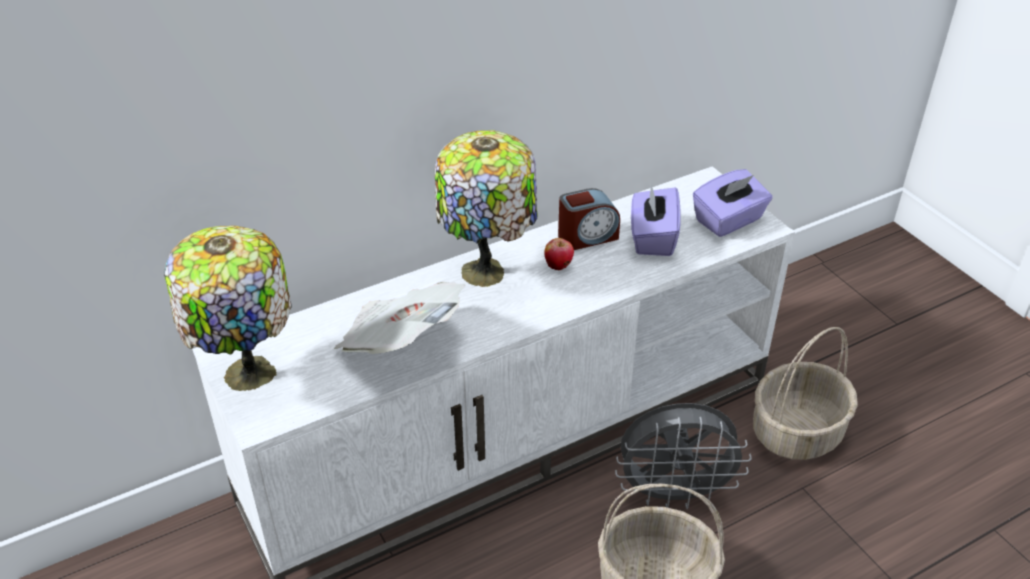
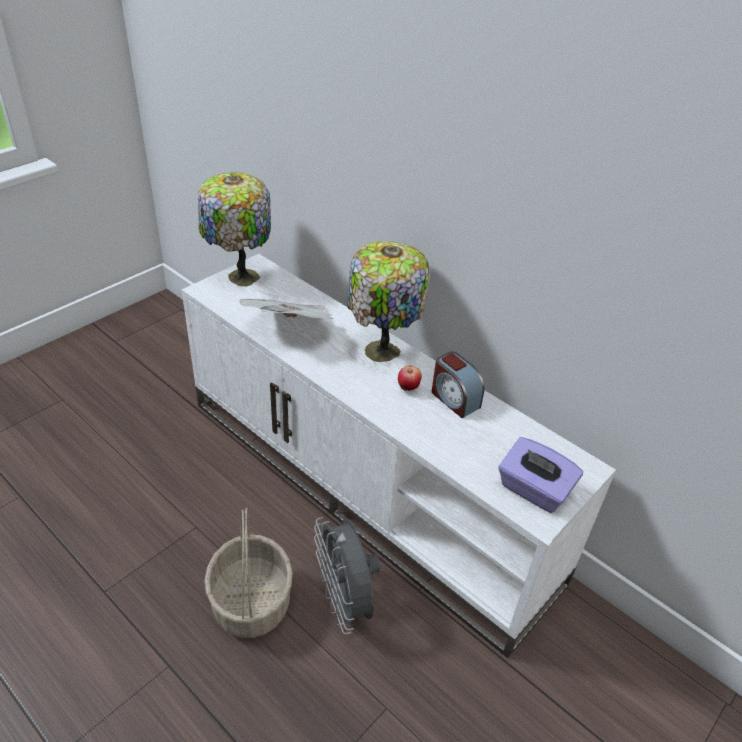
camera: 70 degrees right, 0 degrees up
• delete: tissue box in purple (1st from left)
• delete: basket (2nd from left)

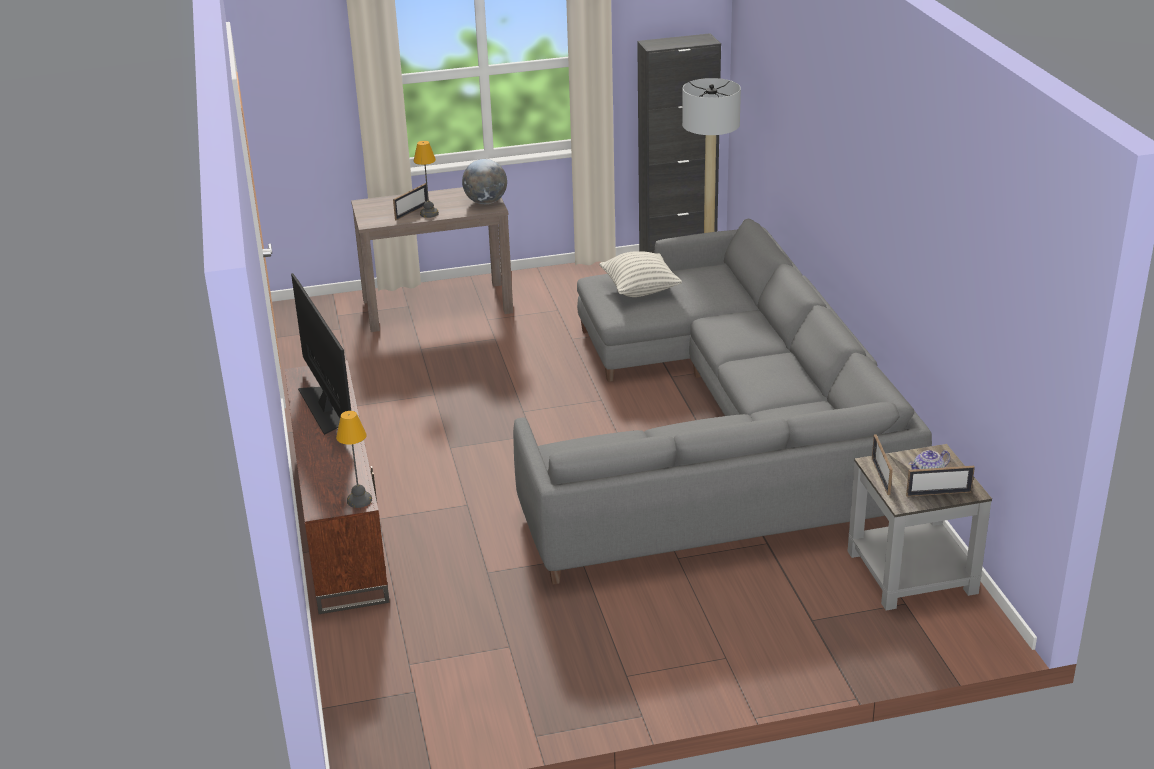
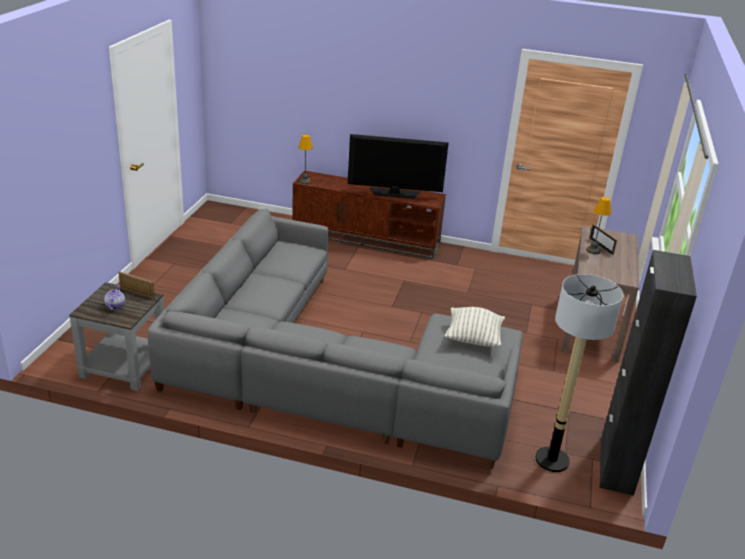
camera: 115 degrees right, 0 degrees up
• delete: globe
• delete: picture frame (3rd from left)

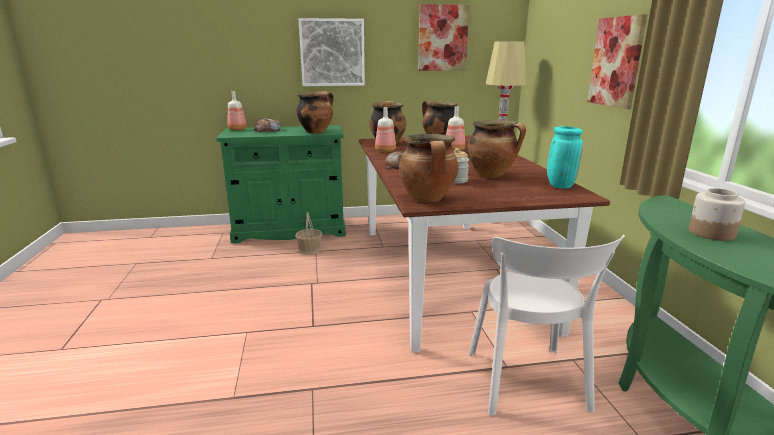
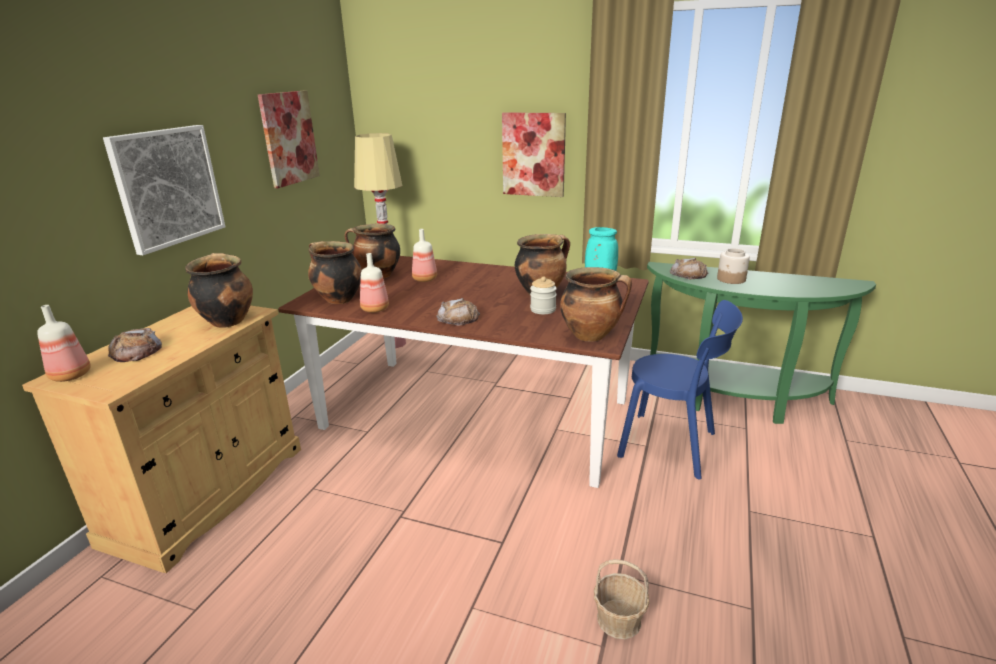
camera: 60 degrees left, 5 degrees up
• recolor: cabinet in green to cabinet in beige
• move: basket
• recolor: chair in white to chair in blue
• insert: bread (3rd from left)

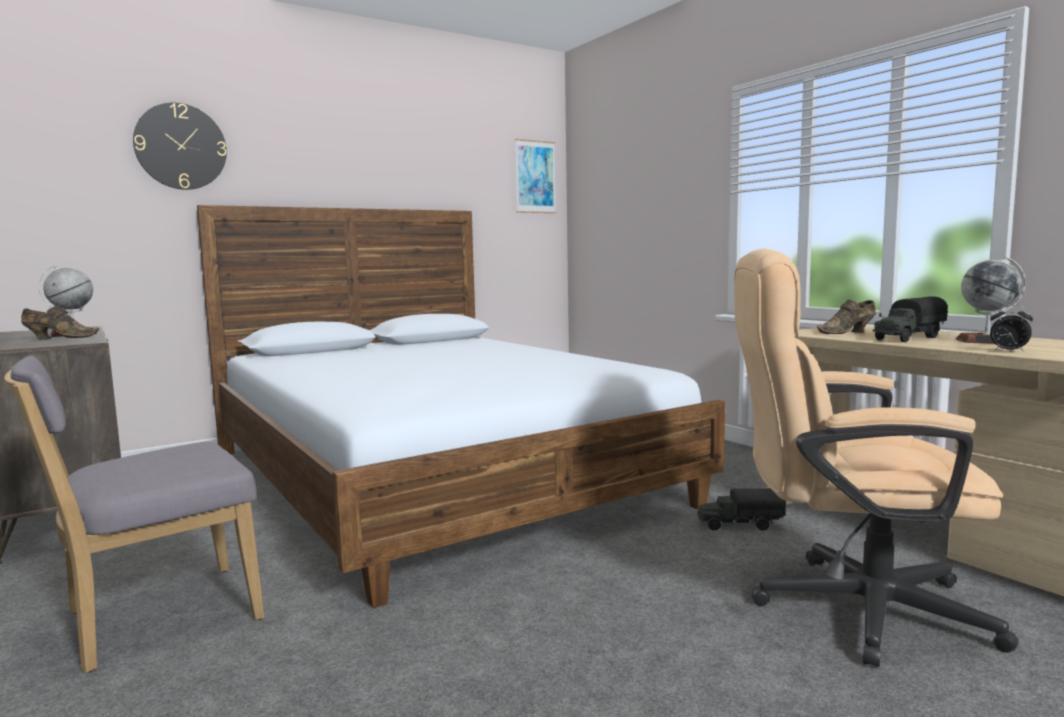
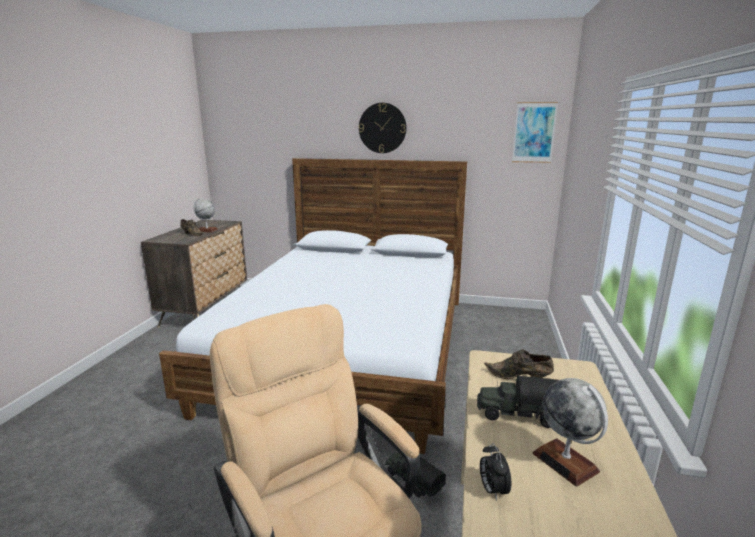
camera: 45 degrees right, 10 degrees up
• move: wall clock
• delete: chair in grey

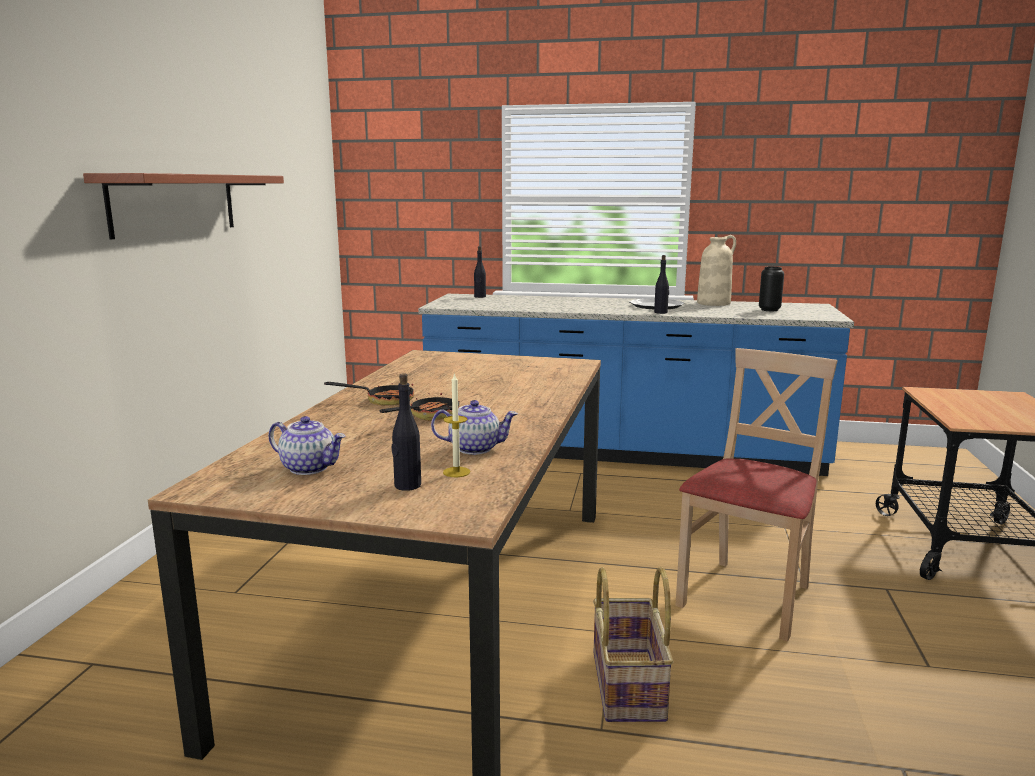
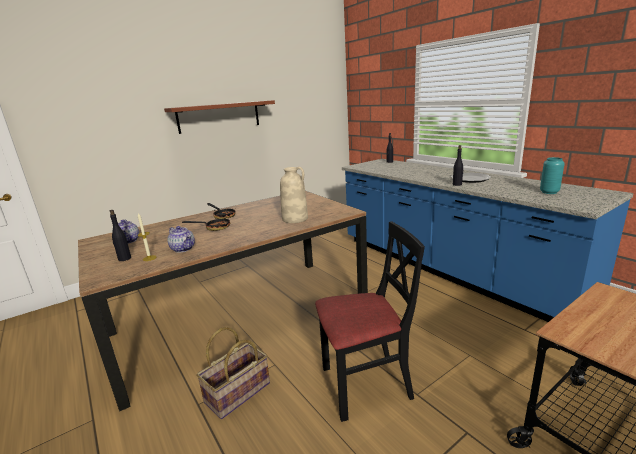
camera: 45 degrees right, 5 degrees up
• move: vase in beige
• recolor: vase in black to vase in turquoise
• recolor: chair in beige to chair in black

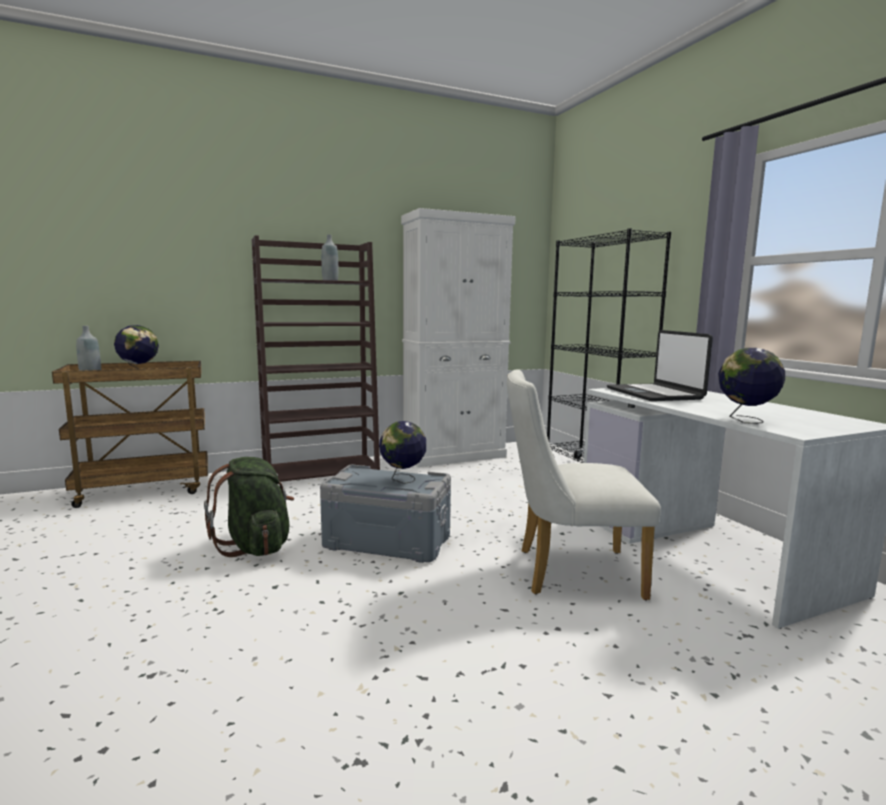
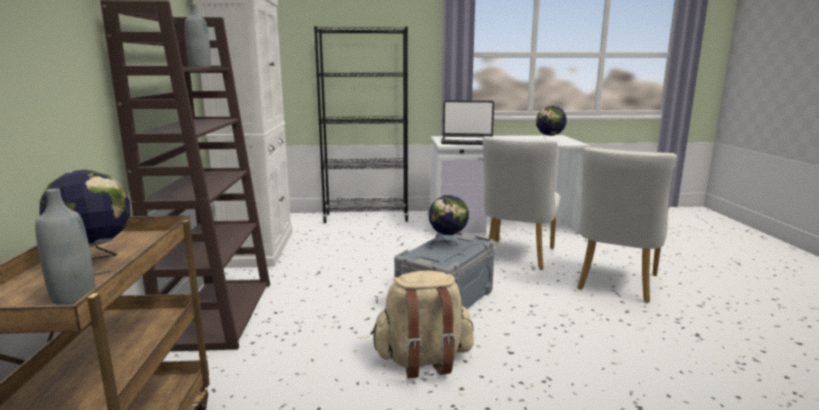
camera: 70 degrees left, 5 degrees up
• recolor: backpack in green to backpack in beige
• insert: chair in white (2nd from left)

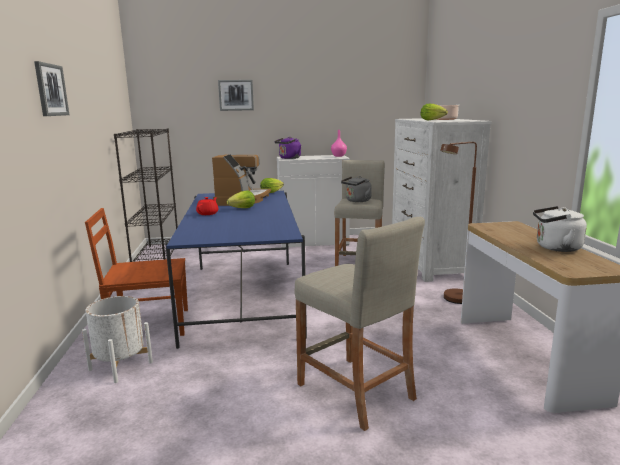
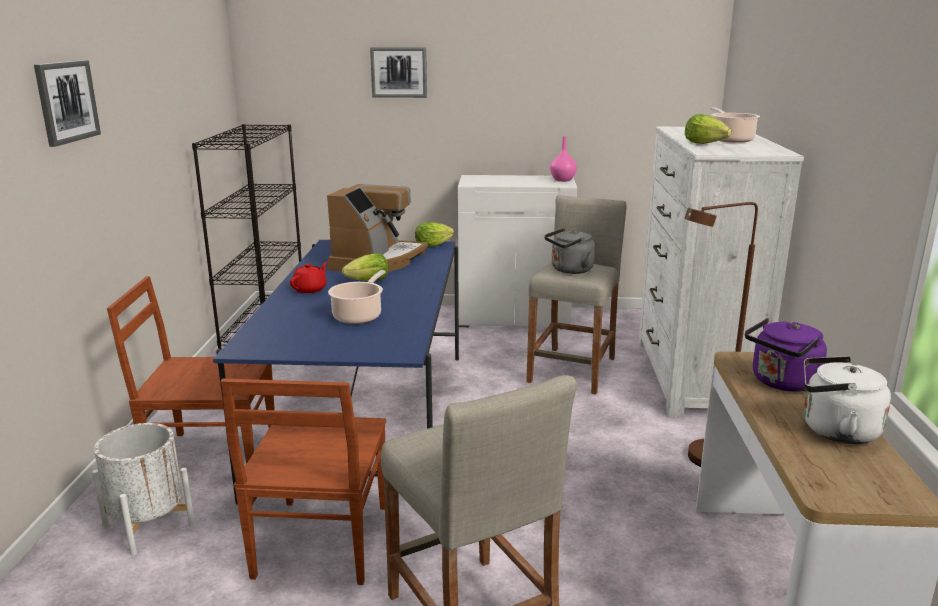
camera: 10 degrees right, 5 degrees up
• move: kettle in purple
• insert: cooking pot (1st from left)
• insert: chair in brown (2nd from left)

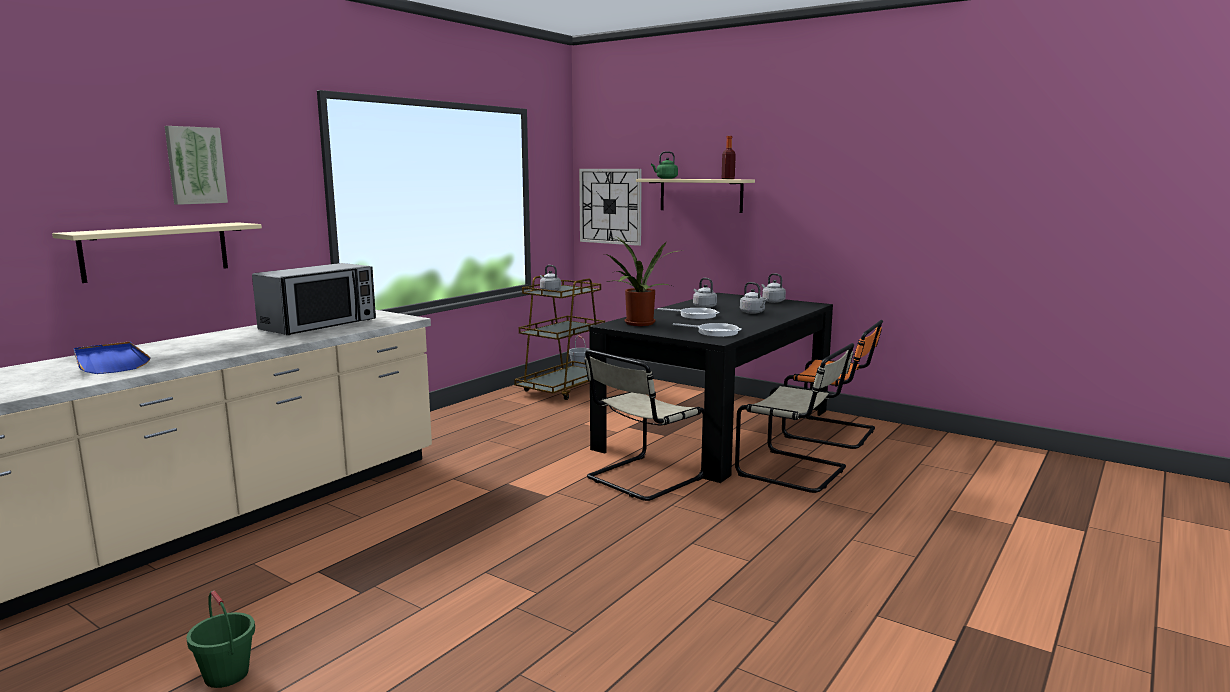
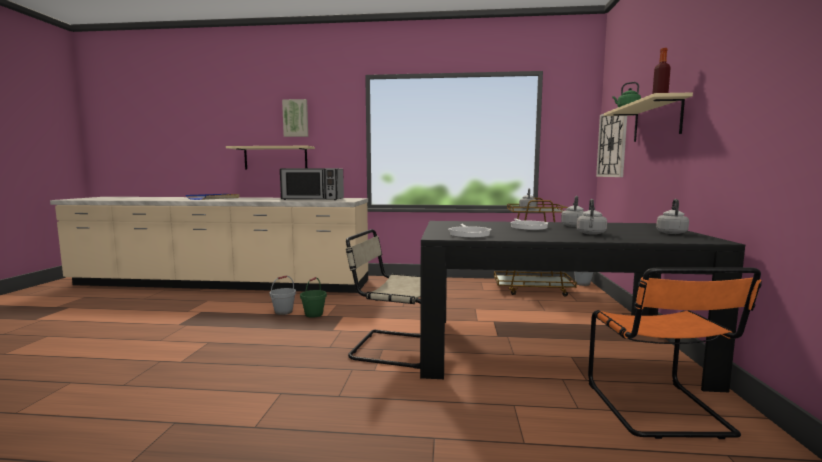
camera: 60 degrees right, 5 degrees down
• delete: potted plant
• delete: chair in beige (2nd from left)
• move: bucket in green
• insert: bucket in grey (1st from left)

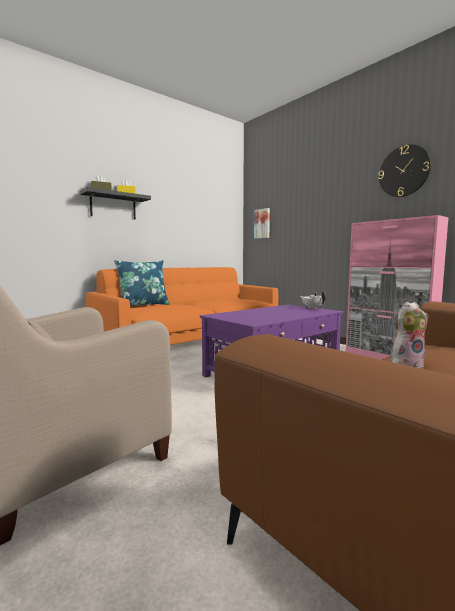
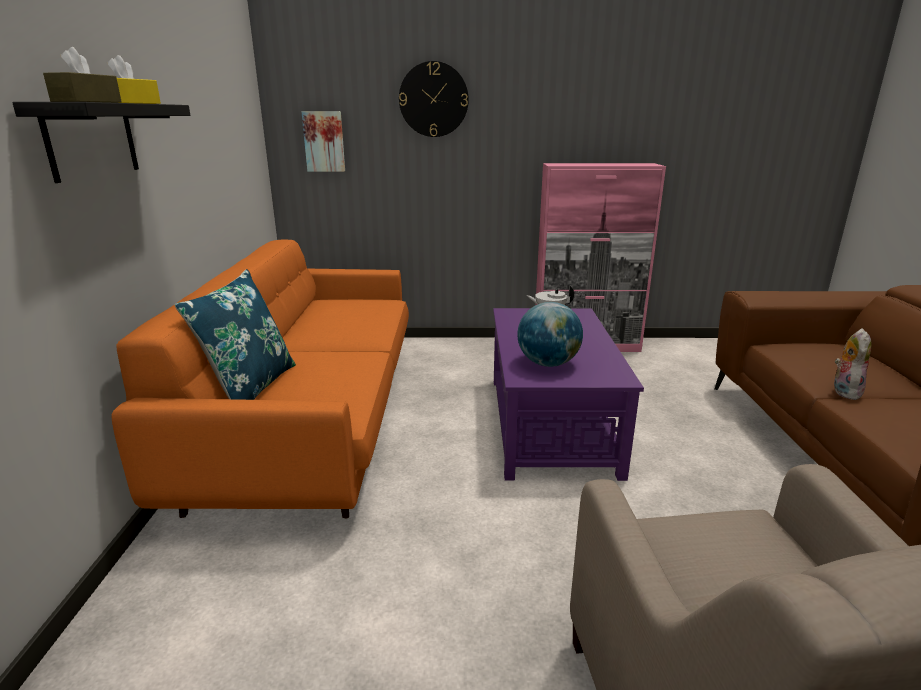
camera: 50 degrees left, 15 degrees up
• move: wall clock
• insert: globe

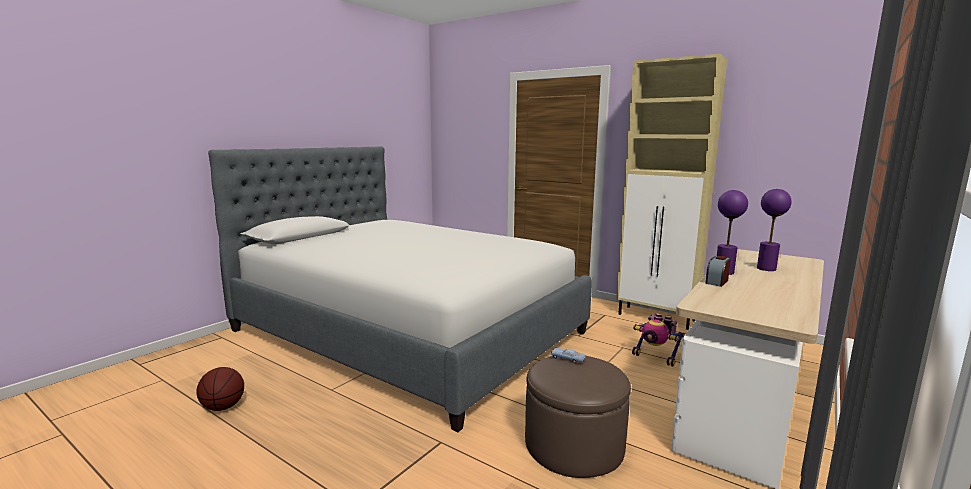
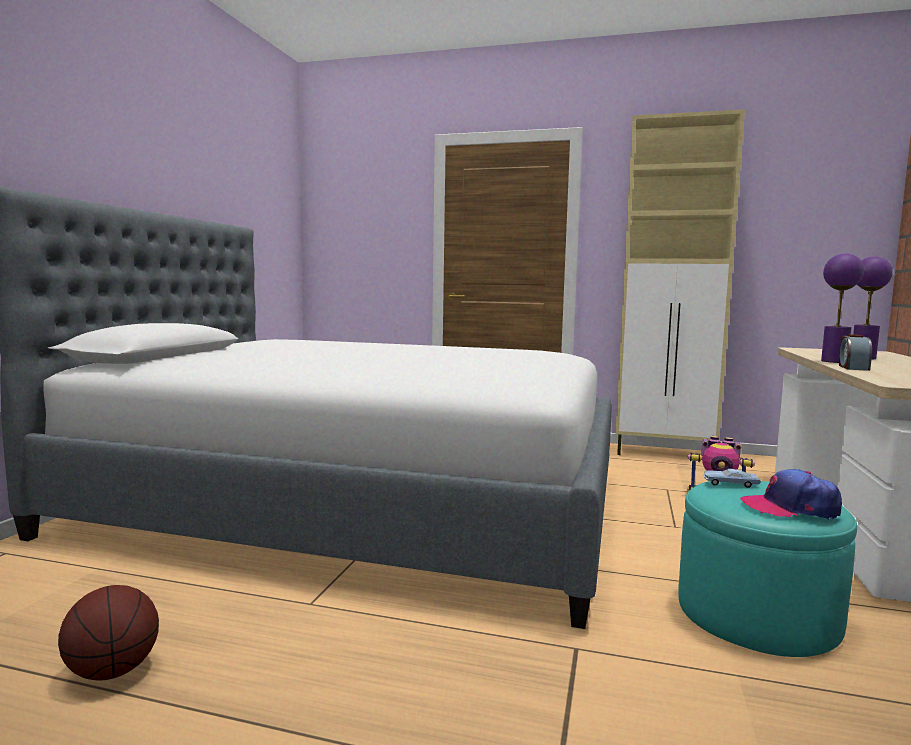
camera: 20 degrees left, 5 degrees down
• recolor: ottoman in brown to ottoman in turquoise
• insert: cap

